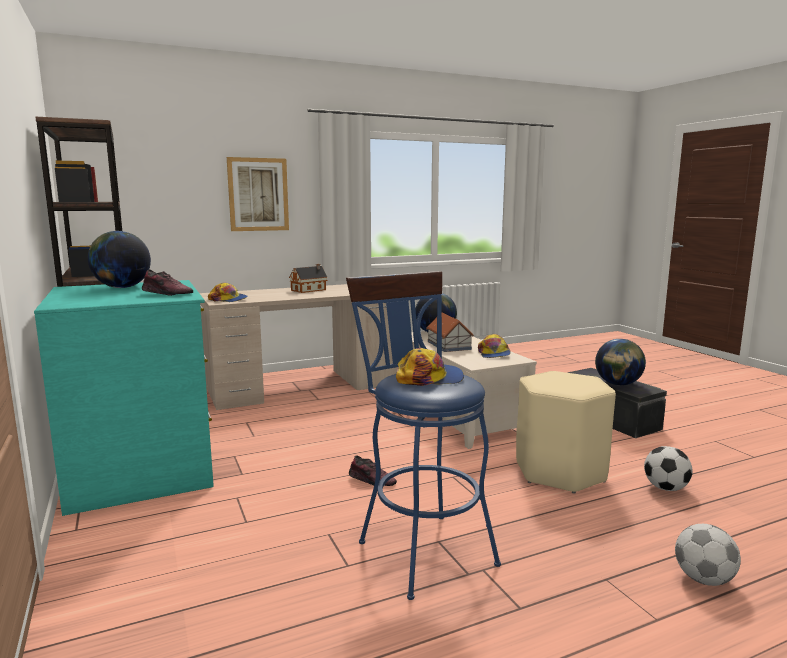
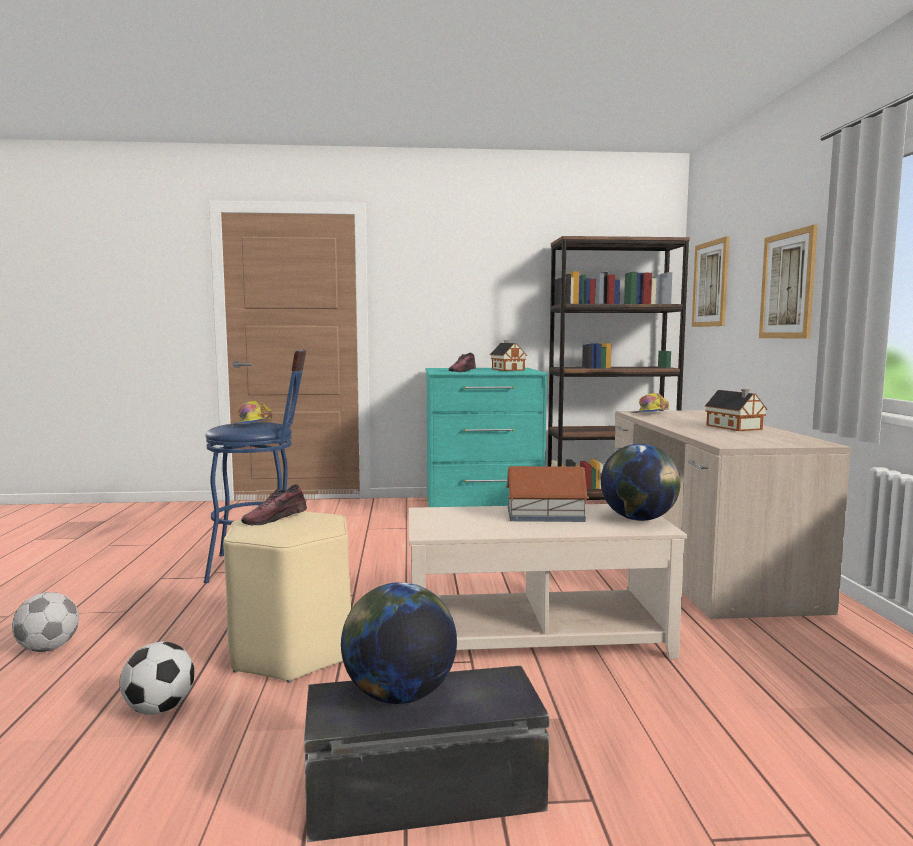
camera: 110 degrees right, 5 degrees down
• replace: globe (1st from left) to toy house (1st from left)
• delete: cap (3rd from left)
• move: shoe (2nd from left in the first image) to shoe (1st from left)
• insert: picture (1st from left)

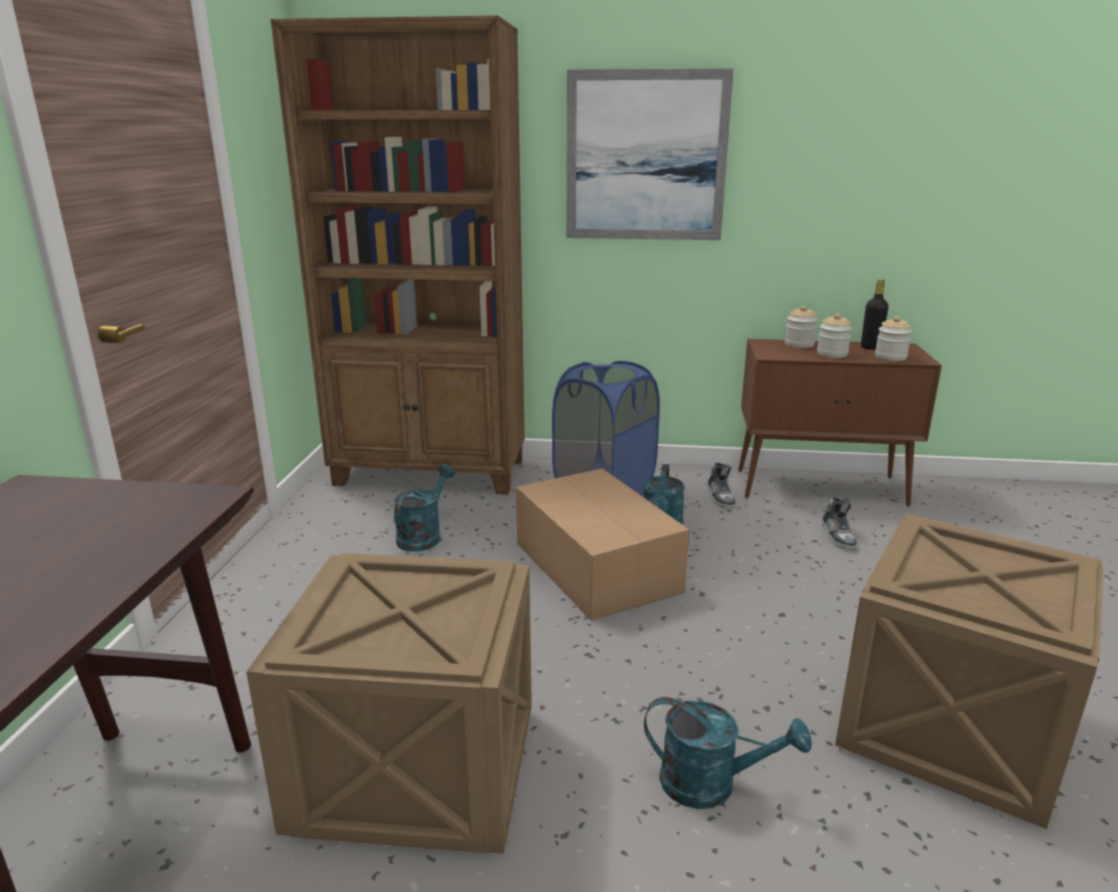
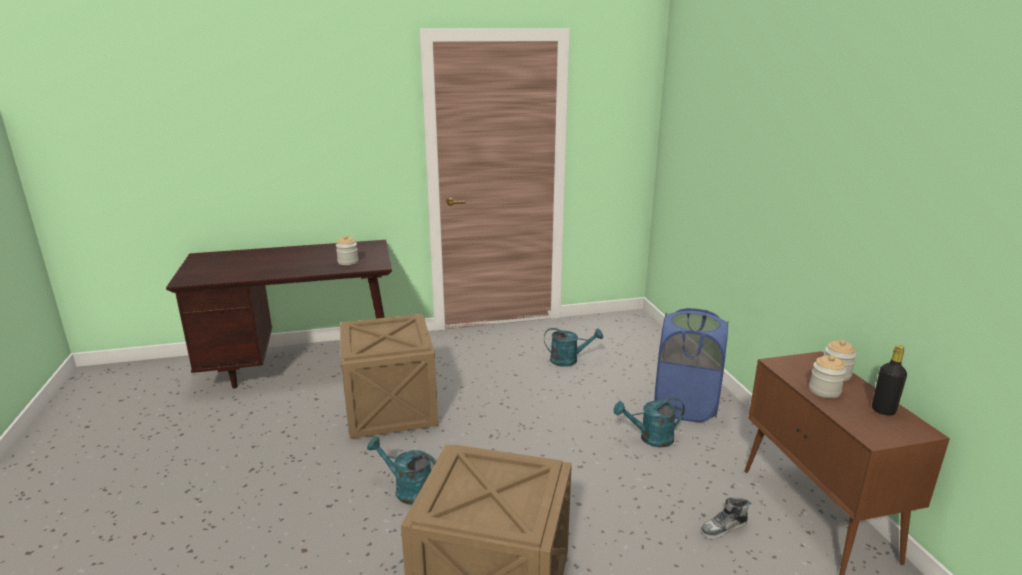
camera: 70 degrees right, 0 degrees up
• delete: bookcase in brown
• delete: picture
• move: jar (3rd from left in the first image) to jar (1st from left)
• delete: shoe (1st from left)
• delete: cardboard box
• rotate: watering can in turquoise (3rd from left in the first image) 120 degrees clockwise

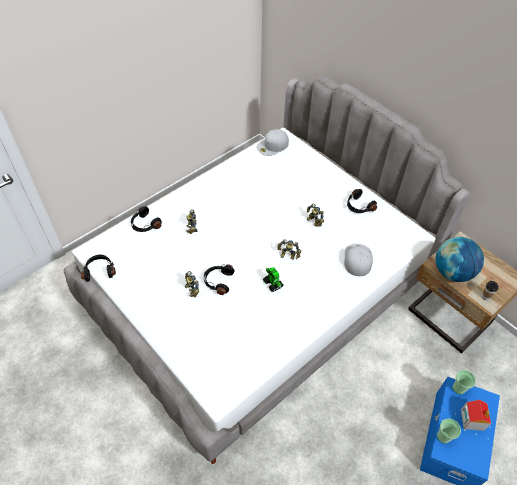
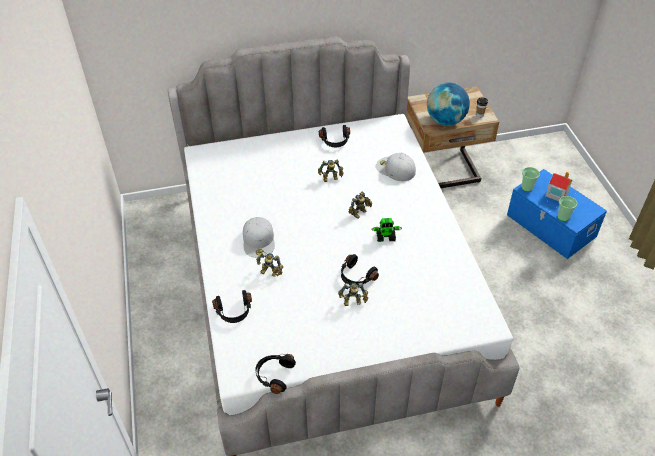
camera: 60 degrees left, 5 degrees down
• move: cap in white (1st from left)

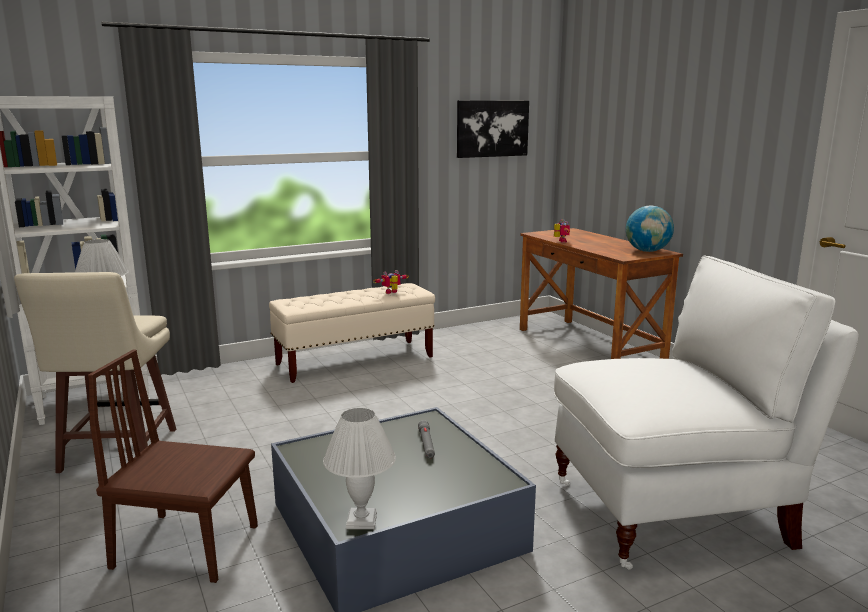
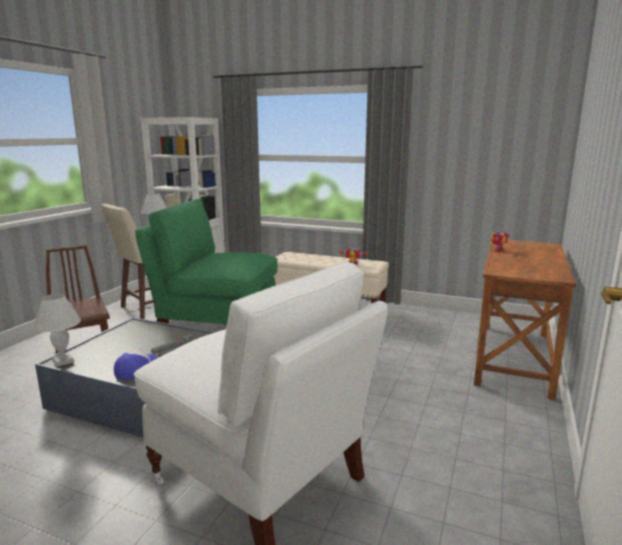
camera: 50 degrees right, 0 degrees up
• delete: picture
• delete: globe
• insert: chair in green
• insert: cap

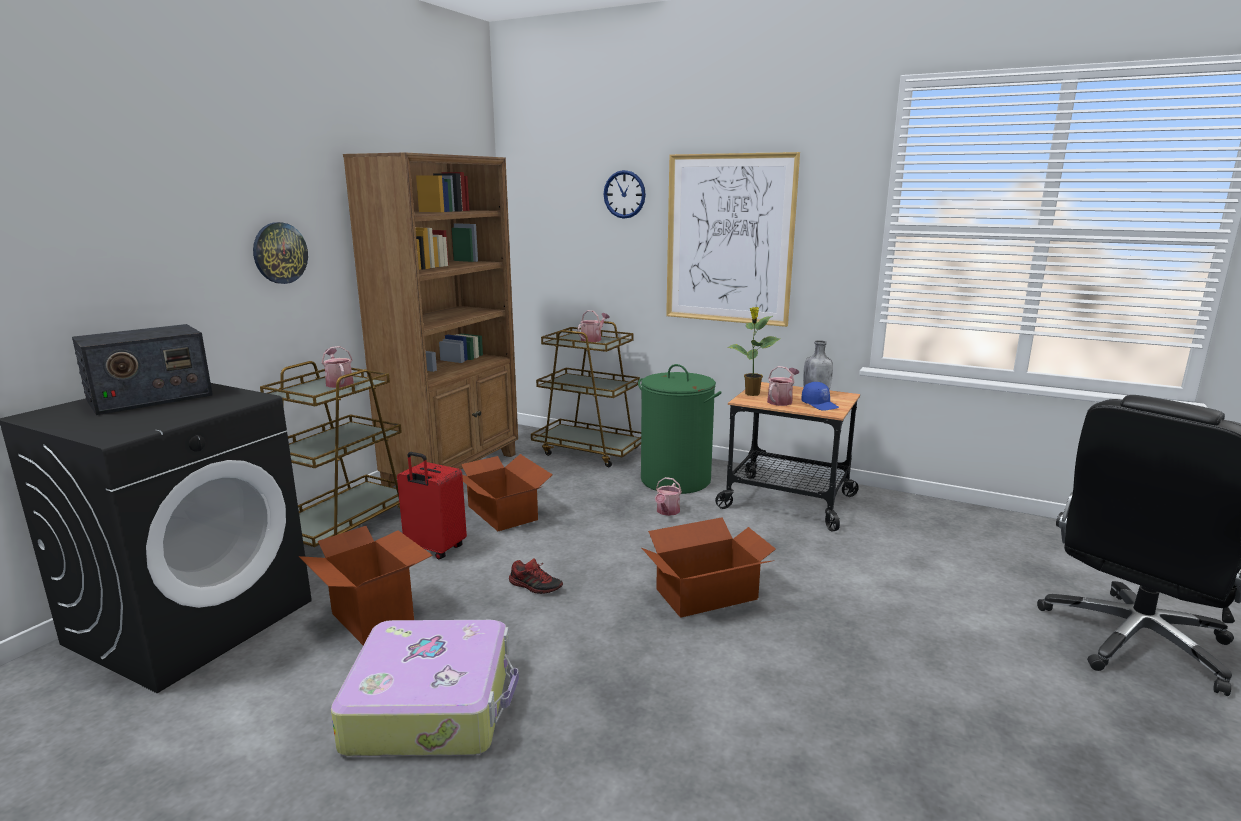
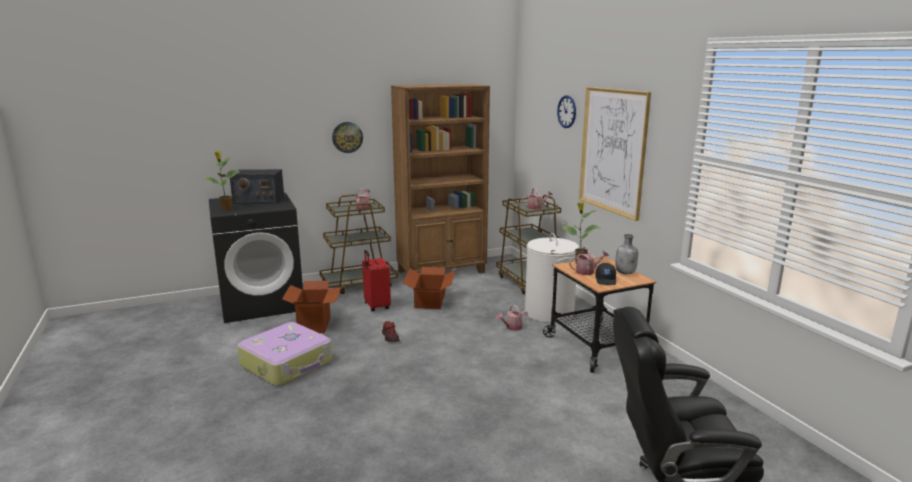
camera: 40 degrees right, 0 degrees up
• recolor: laundry basket in green to laundry basket in white
• recolor: cap in blue to cap in black
• delete: cardboard box (3rd from left)
• insert: potted plant (1st from left)

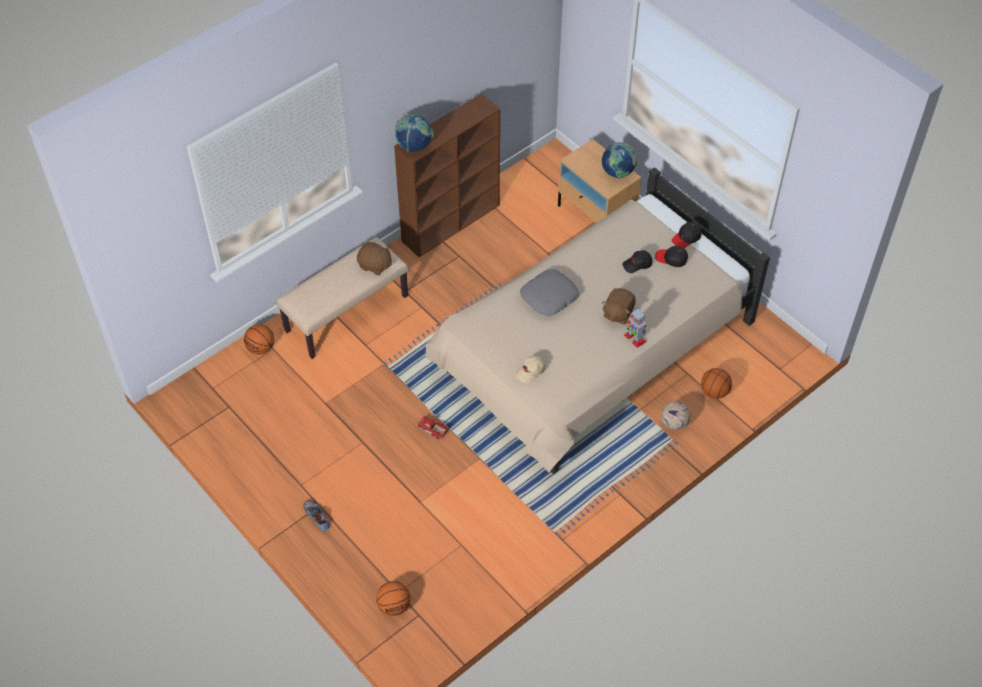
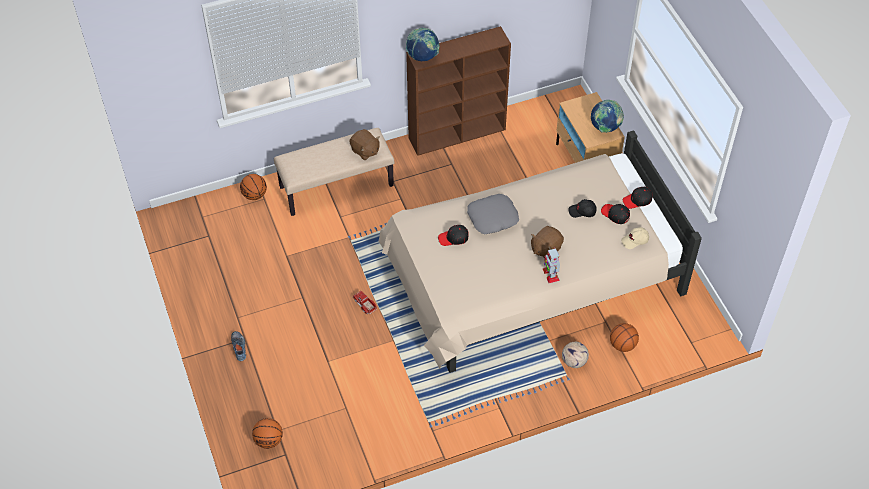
camera: 20 degrees right, 0 degrees up
• move: cap in beige
• insert: cap in black (1st from left)

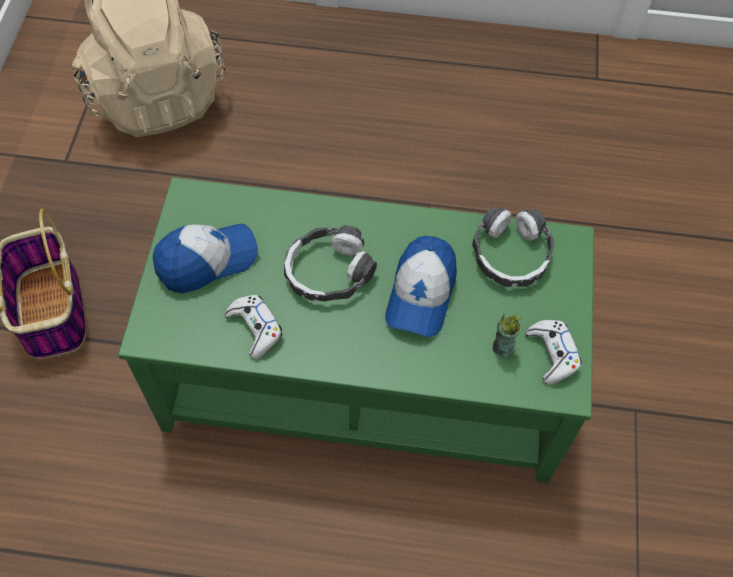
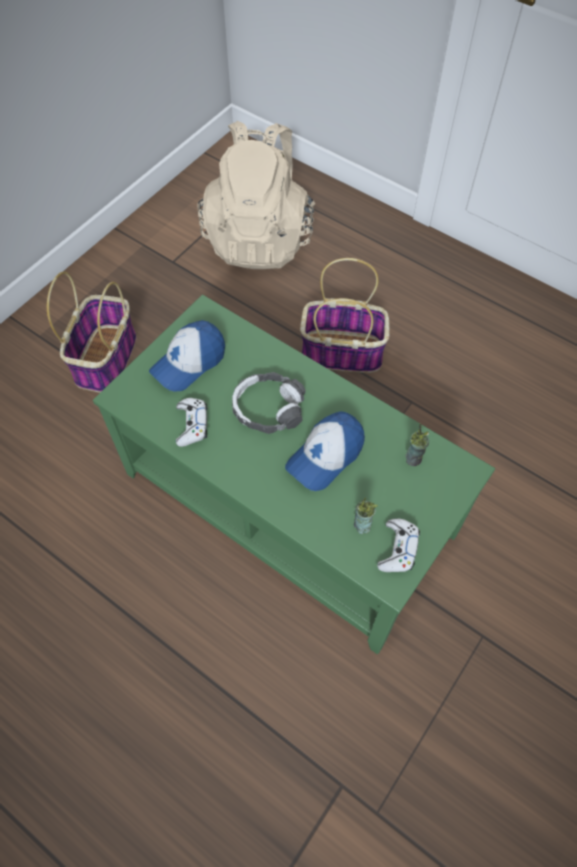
camera: 30 degrees right, 0 degrees up
• replace: headphones (2nd from left) to cup (2nd from left)
• rotate: cap (1st from left) 135 degrees clockwise
• insert: basket (2nd from left)

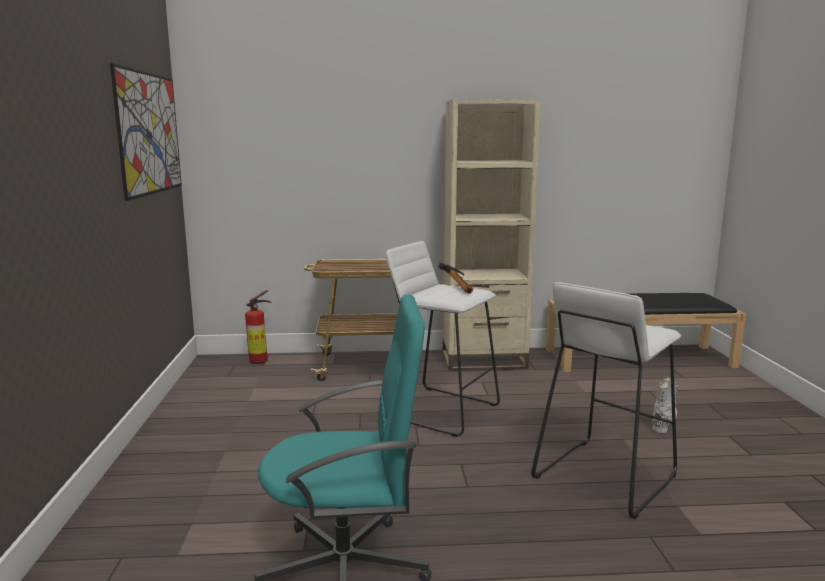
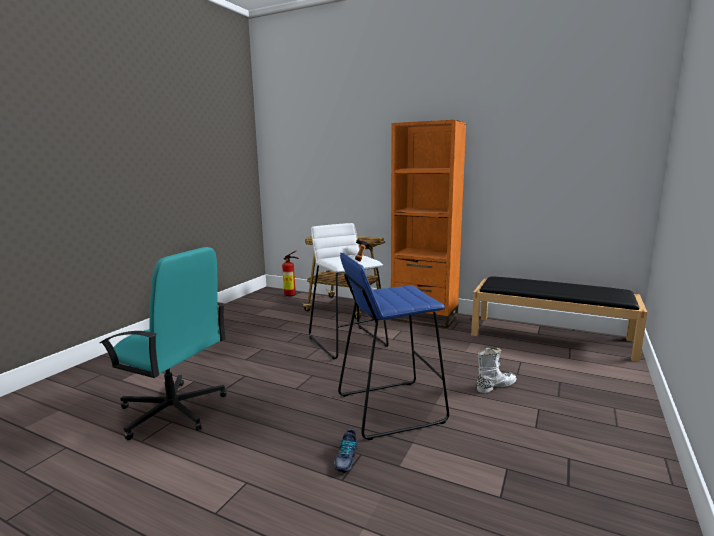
camera: 30 degrees right, 0 degrees up
• delete: picture
• recolor: bookcase in beige to bookcase in orange
• recolor: stool in white (2nd from left) to stool in blue
• insert: shoe

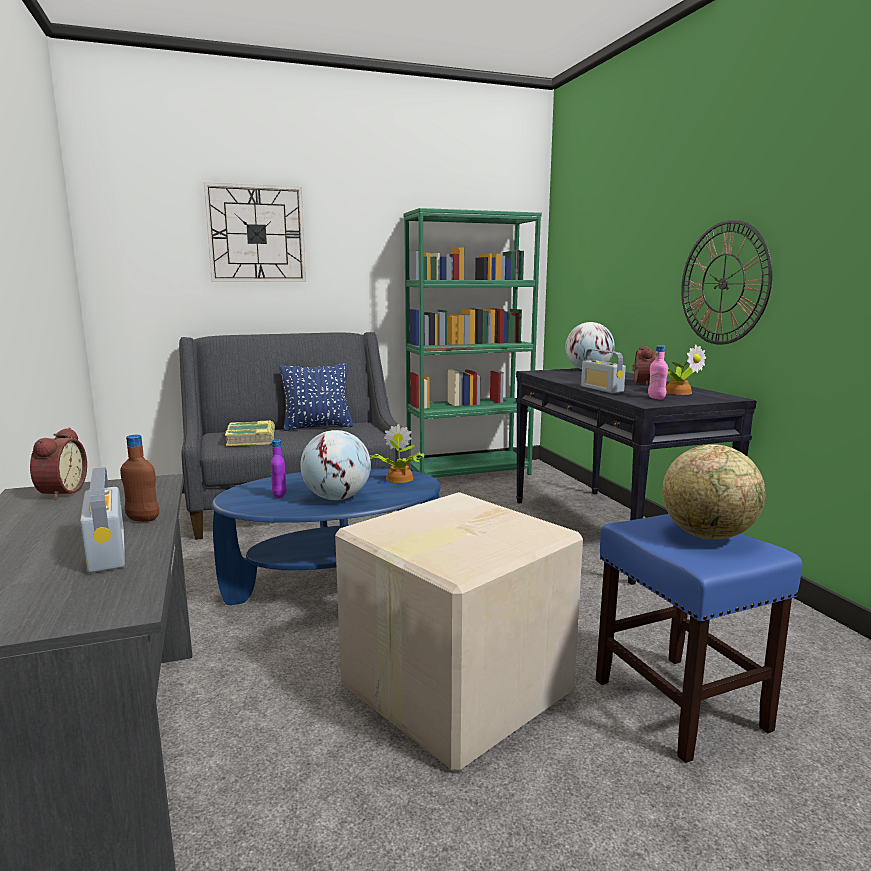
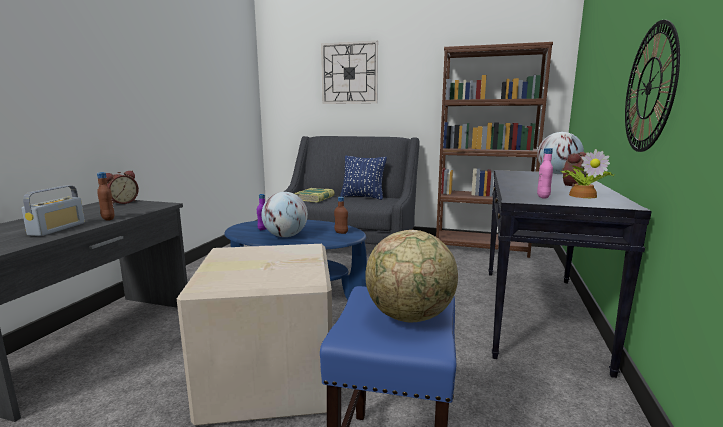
camera: 35 degrees right, 0 degrees up
• recolor: bookcase in green to bookcase in brown
• delete: radio (2nd from left)
• replace: potted plant (1st from left) to bottle in brown (2nd from left)

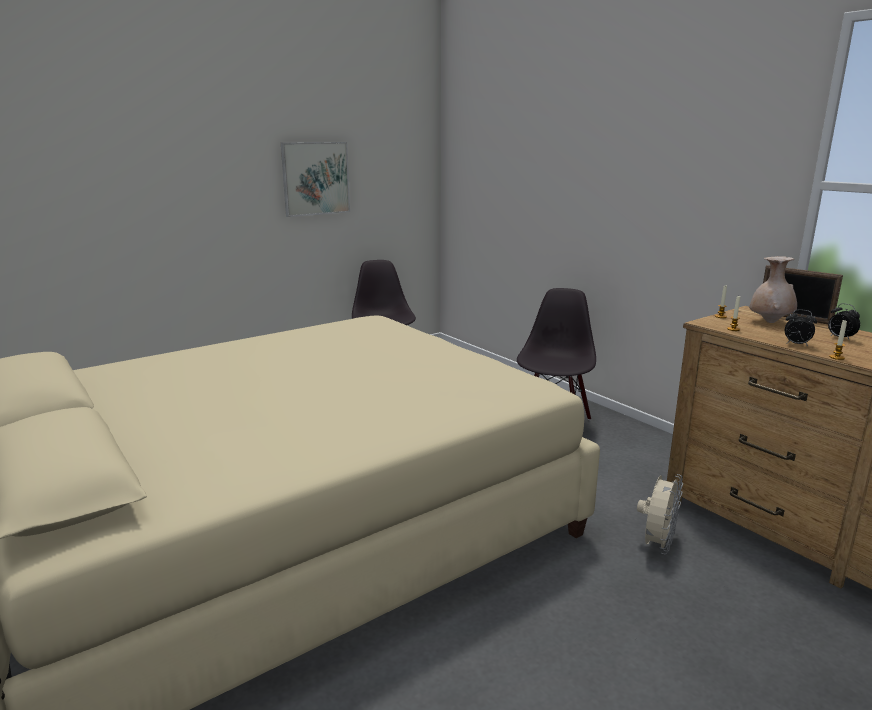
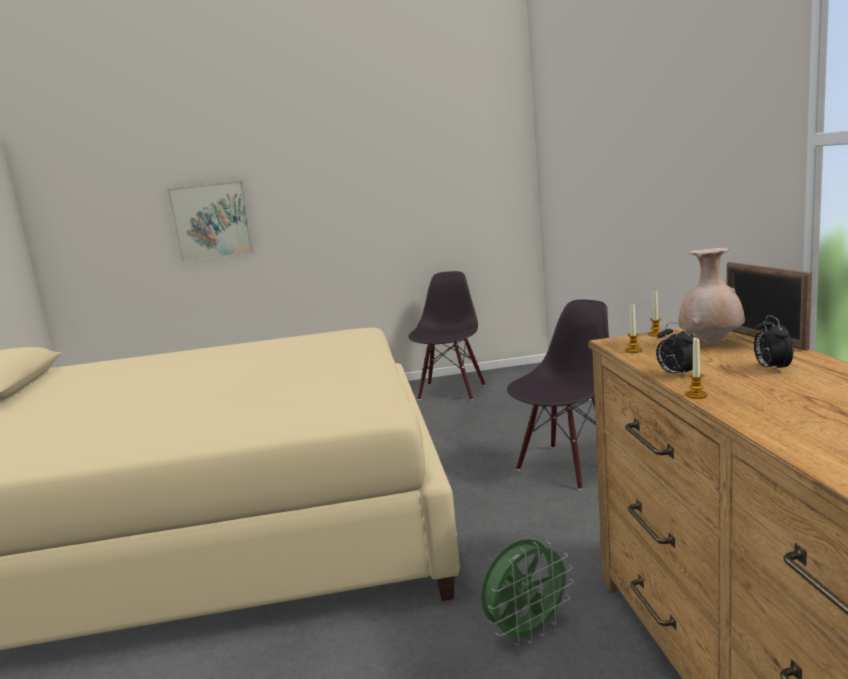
camera: 30 degrees right, 5 degrees down
• move: picture
• recolor: fan in beige to fan in green

